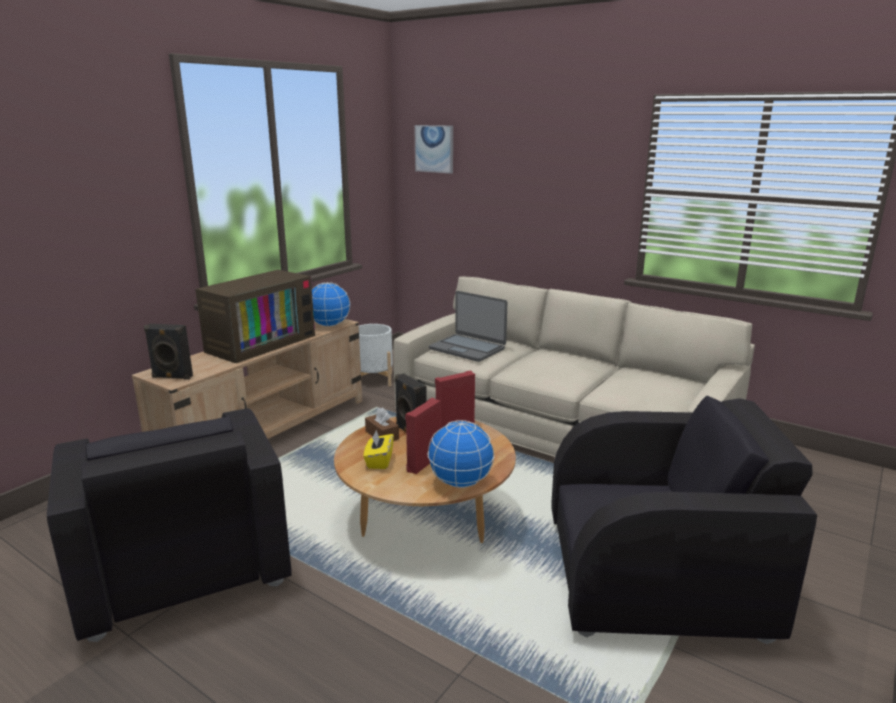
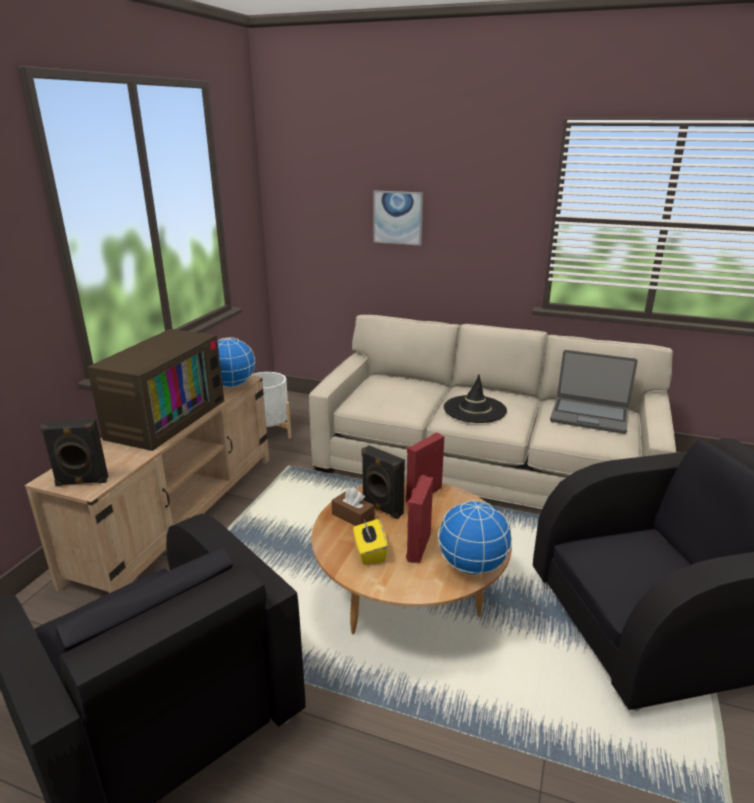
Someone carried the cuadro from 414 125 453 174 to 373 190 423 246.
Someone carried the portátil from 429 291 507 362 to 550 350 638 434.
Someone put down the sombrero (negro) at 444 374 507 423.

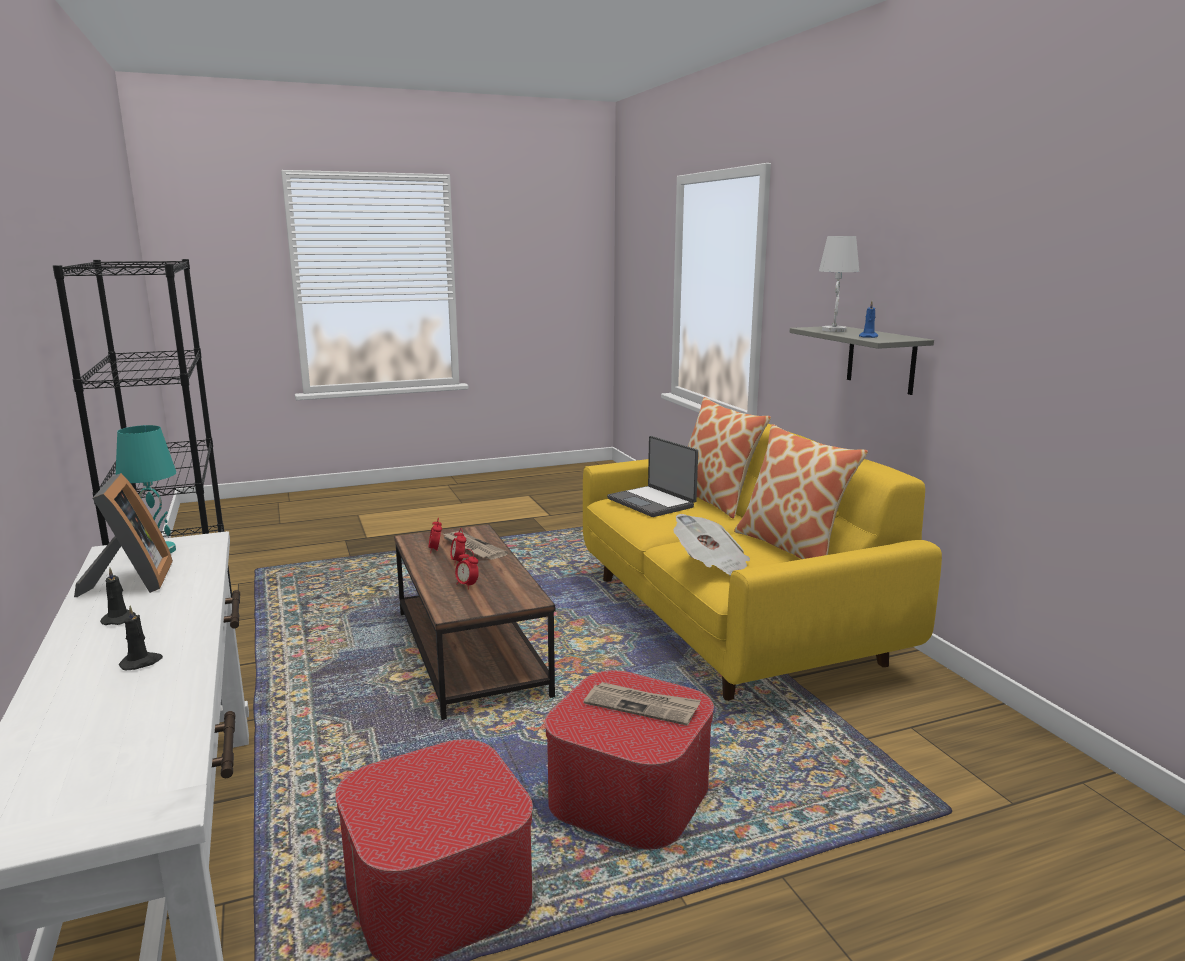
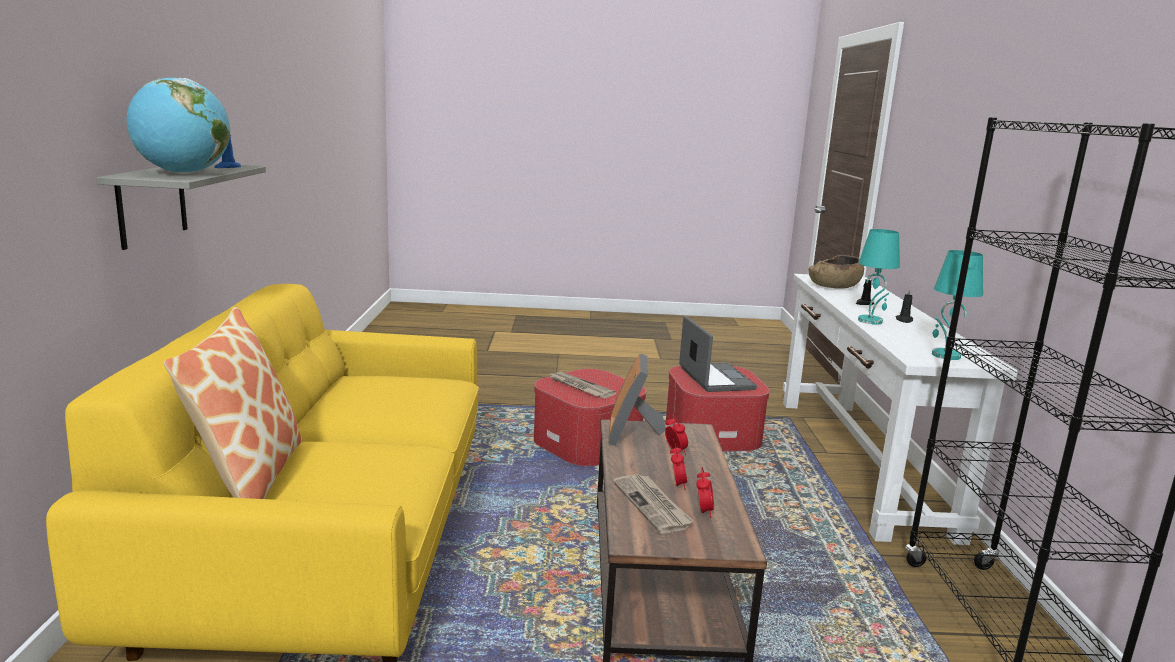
Someone carried the portarretratos from 74 473 173 597 to 608 353 666 446.
Someone carried the portátil from 607 436 698 517 to 679 316 757 392.
Someone took away the periódico at 673 514 750 576.
Someone took away the cojín at 734 424 868 559.
Someone swapped the lámpara de mesa (blanco) at 819 236 859 332 for the globo terráqueo at 127 78 230 174.
Someone put down the cuenco (marrón) at 808 255 864 288.
Someone put down the lámpara de mesa (turquesa) at 858 229 900 325.

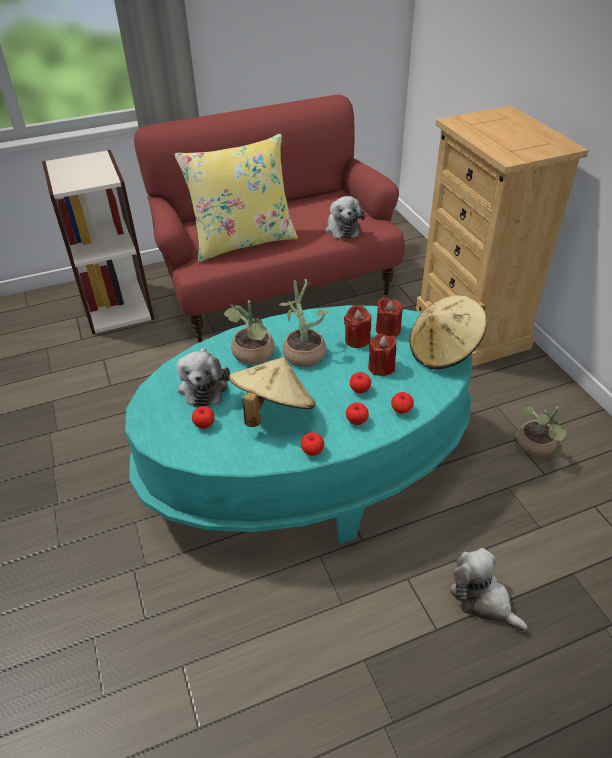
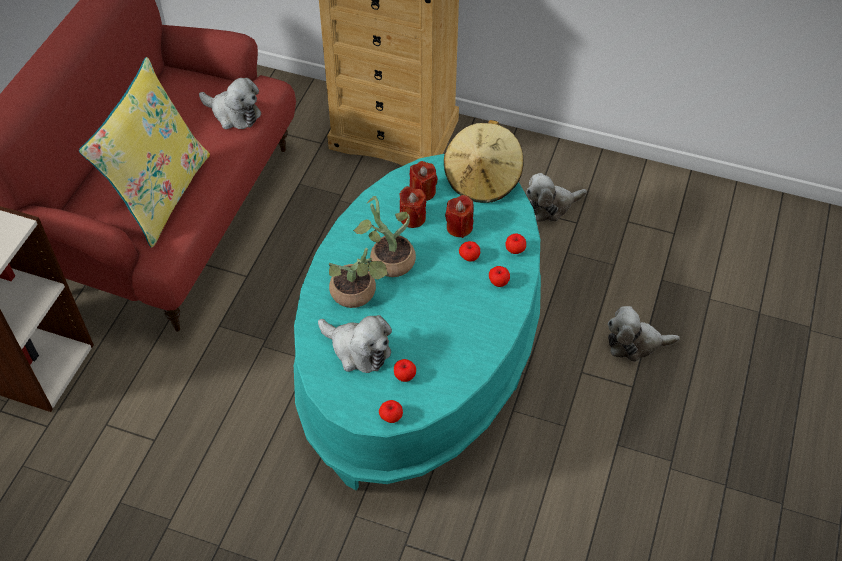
Someone took away the sombrero (beis) at 228 357 316 427.
Someone carried the manzana from 301 432 324 456 to 379 400 403 423.
Someone swapped the planta en maceta at 517 403 566 456 for the peluche at 526 173 587 222.

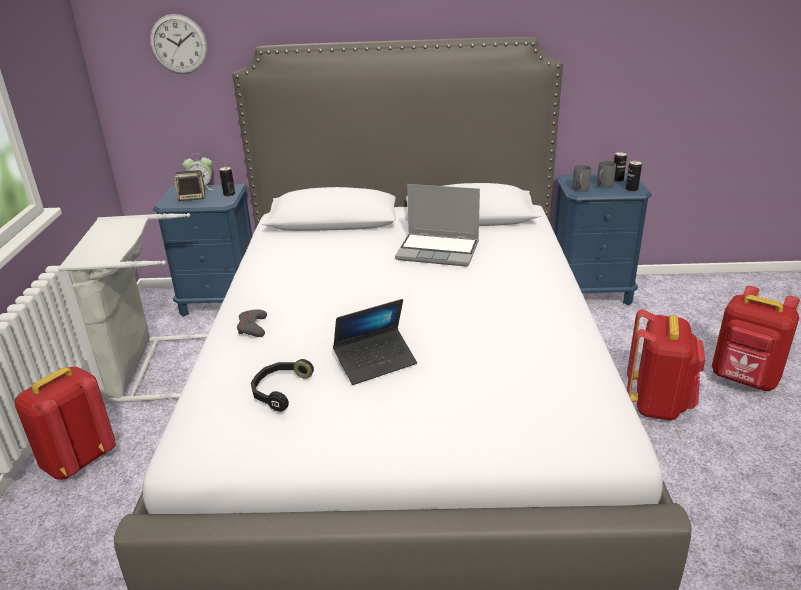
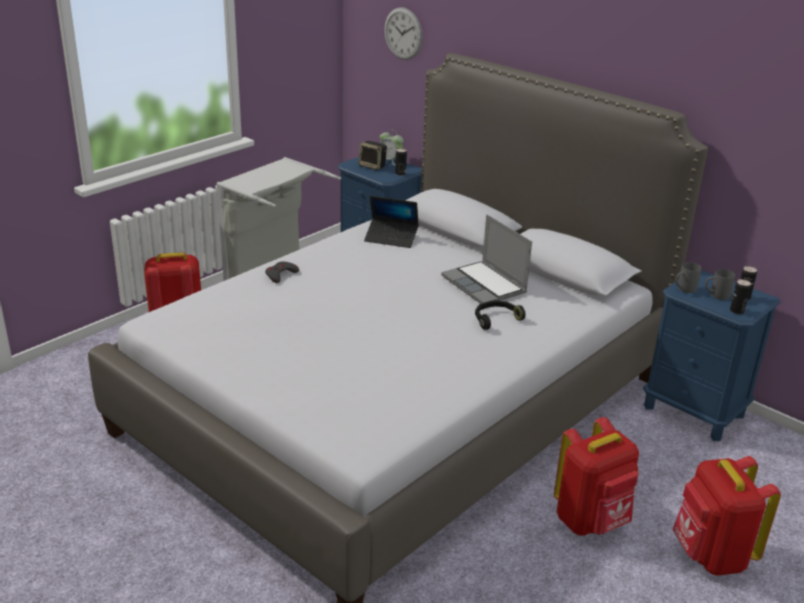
Someone carried the auriculares (negro) from 251 359 314 412 to 475 300 526 330.
Someone carried the portátil from 333 299 417 385 to 364 196 419 248.

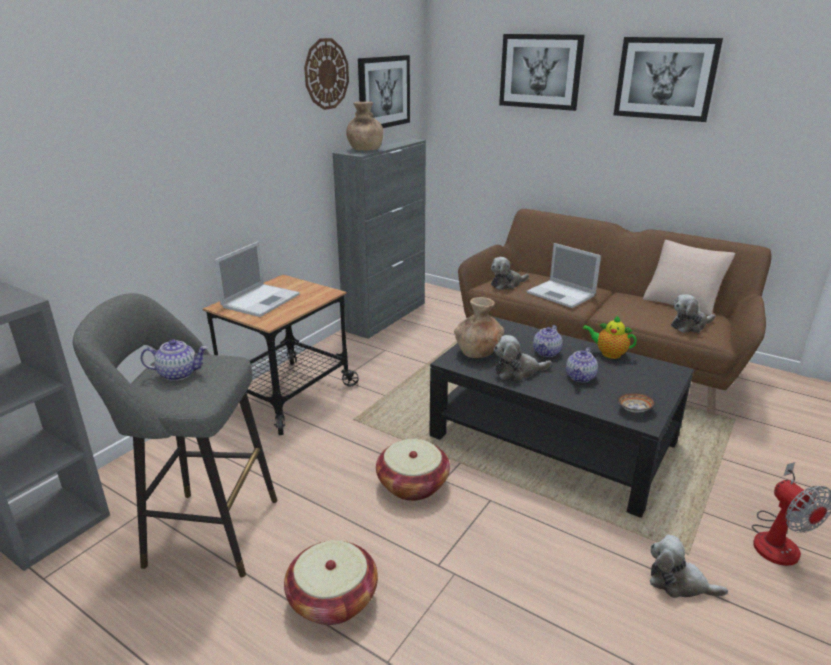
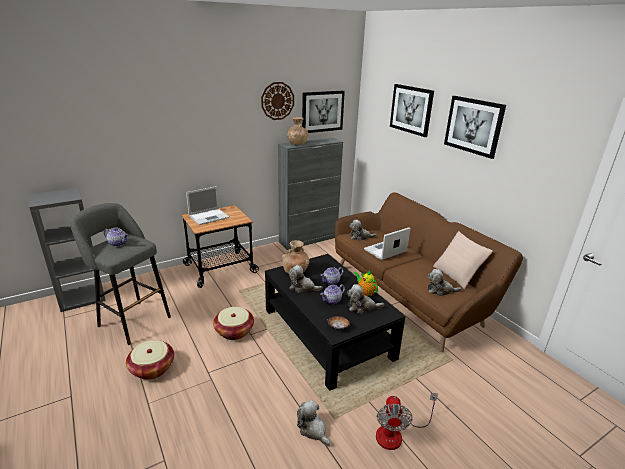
Someone rotated the portátil at 527 243 601 308 by 75 degrees clockwise.
Someone put down the peluche at 347 284 384 314.

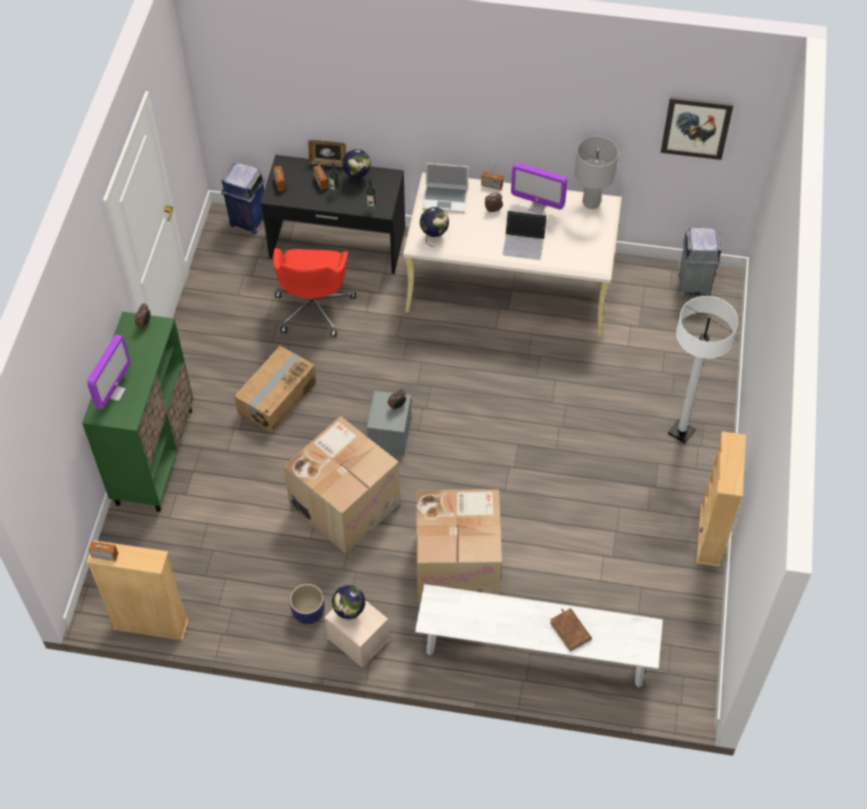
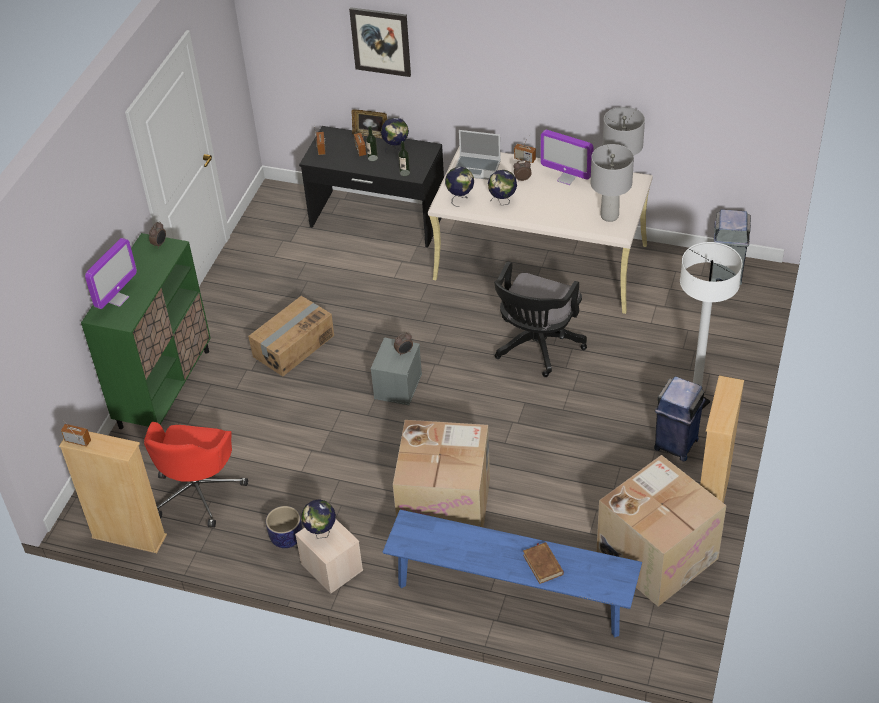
Someone carried the papelera (azul) from 221 162 265 234 to 654 376 705 461.
Someone carried the silla de oficina (rojo) from 273 248 356 337 to 144 422 248 528.
Someone carried the caja de cartón from 284 416 400 554 to 596 455 726 607.
Someone repainted the banco (blanco) at 415 584 663 688, which became the banco (azul) at 383 510 642 637.
Someone took away the portátil at 502 210 547 260.
Someone carried the cuadro from 661 96 733 160 to 349 7 411 77.
Someone put down the globo terráqueo at 488 170 517 206.
Someone put down the silla de oficina (negro) at 494 261 587 377.
Someone put down the lámpara de mesa (gris) at 591 144 634 222.

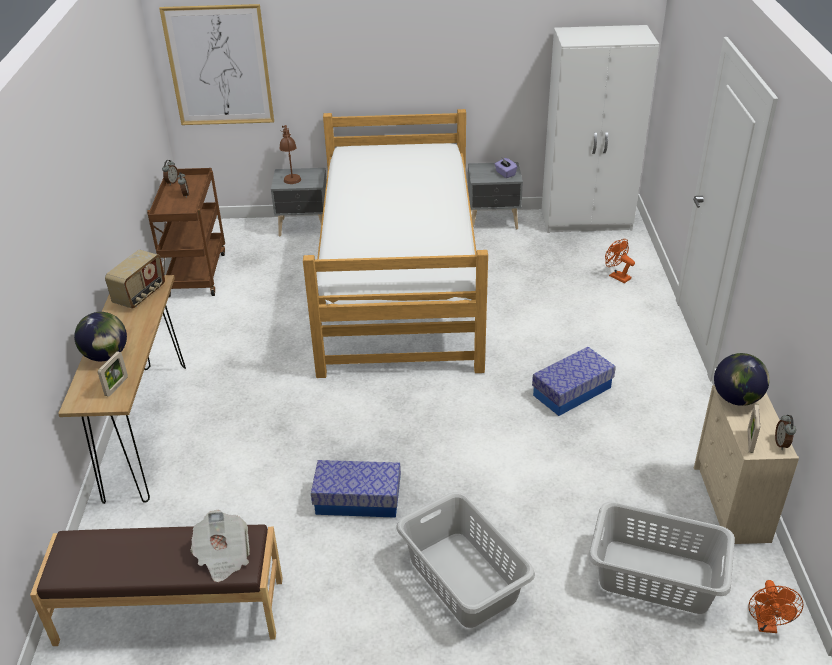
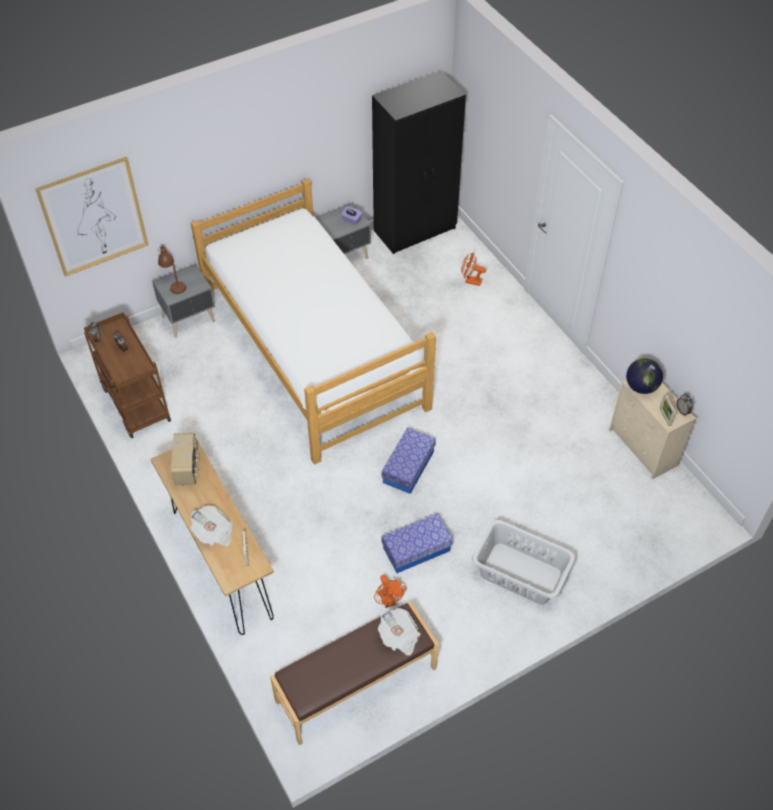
Someone swapped the globo terráqueo at 74 312 127 361 for the periódico at 191 505 233 546.
Someone carried the caja de almacenaje from 532 347 616 416 to 381 428 436 494.
Someone repainted the armario ropero (blanco) at 542 25 659 233, which became the armario ropero (negro) at 372 71 466 254.
Someone took away the cesto de la ropa (gris) at 589 502 735 614.
Someone carried the ventilador (naranja) from 748 580 803 633 to 374 575 406 608.

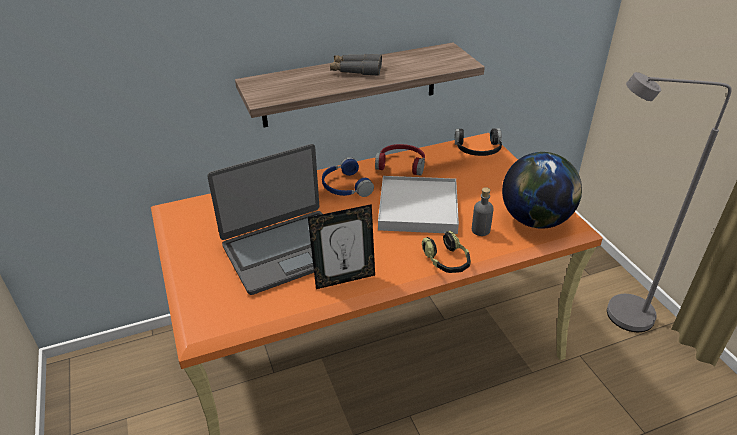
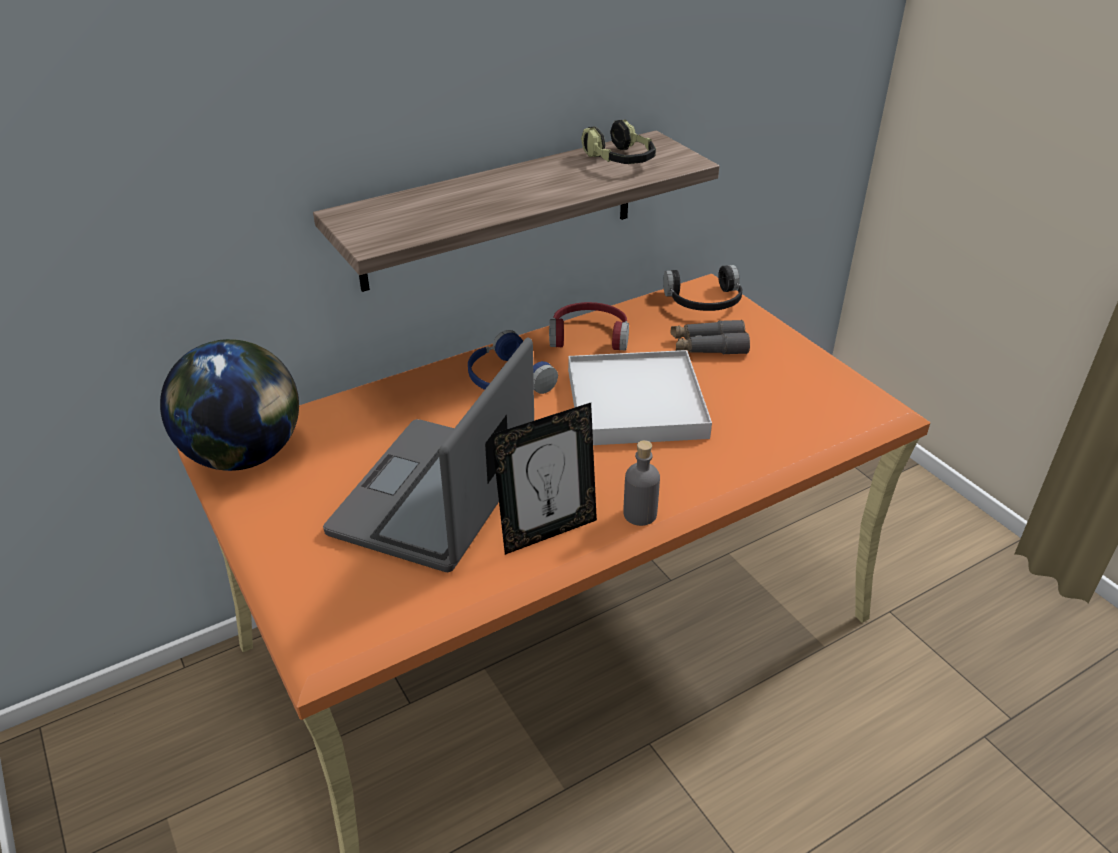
Someone rotated the portátil at 207 144 322 295 by 150 degrees clockwise.
Someone carried the prismáticos (gris) from 330 54 382 76 to 671 320 750 354.
Someone carried the auriculares from 422 231 471 273 to 581 120 656 164.
Someone carried the botella (gris) from 472 187 494 236 to 624 440 660 526.
Someone carried the globo terráqueo from 502 152 582 229 to 160 339 299 471.
Someone took away the lámpara de pie (gris) at 607 72 732 332.

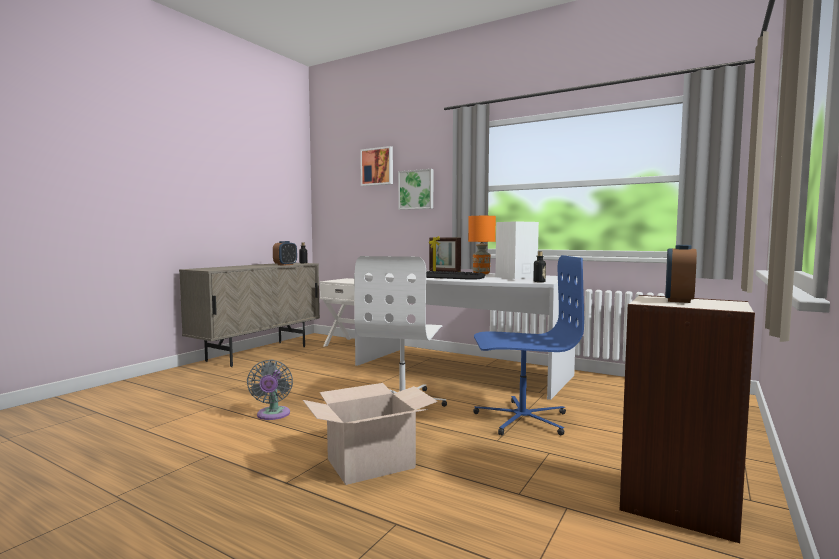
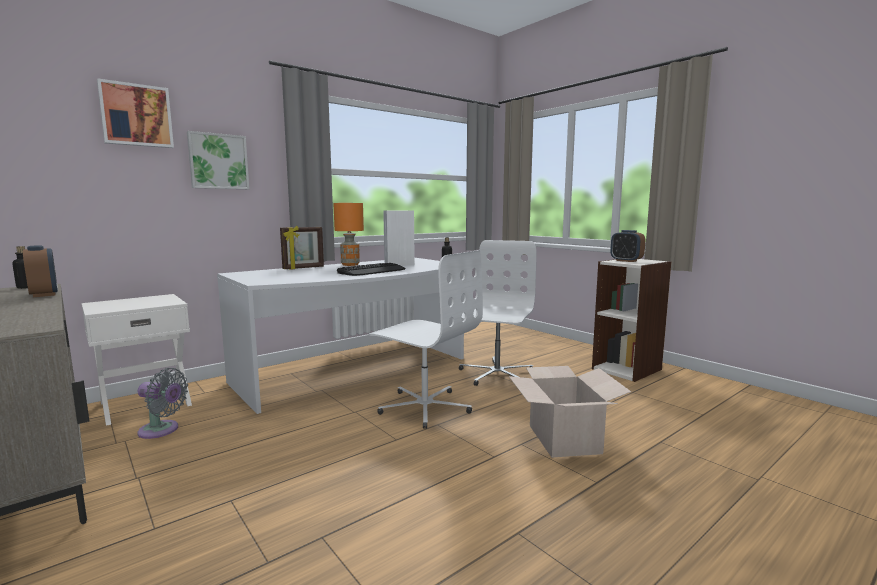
Someone carried the ventilador (gris) from 247 360 293 420 to 137 368 188 439.
Someone repainted the silla de oficina (azul) at 473 255 584 436, which became the silla de oficina (blanco) at 459 240 537 386.

